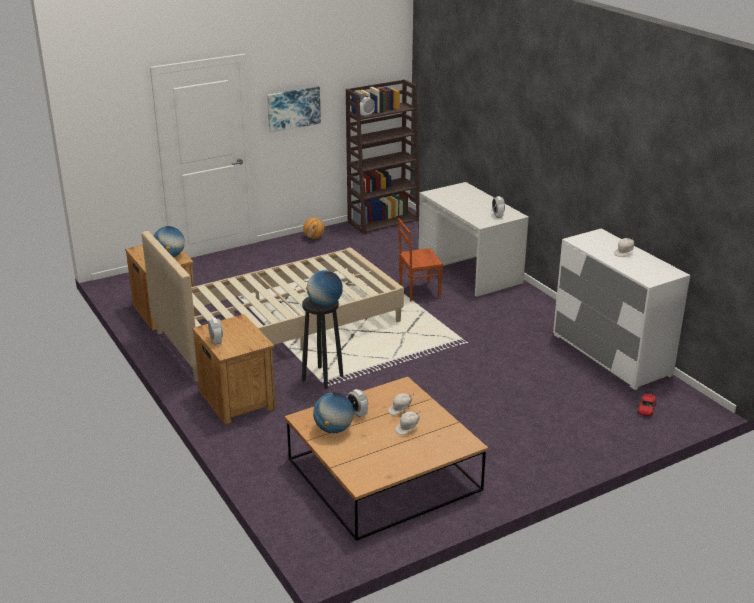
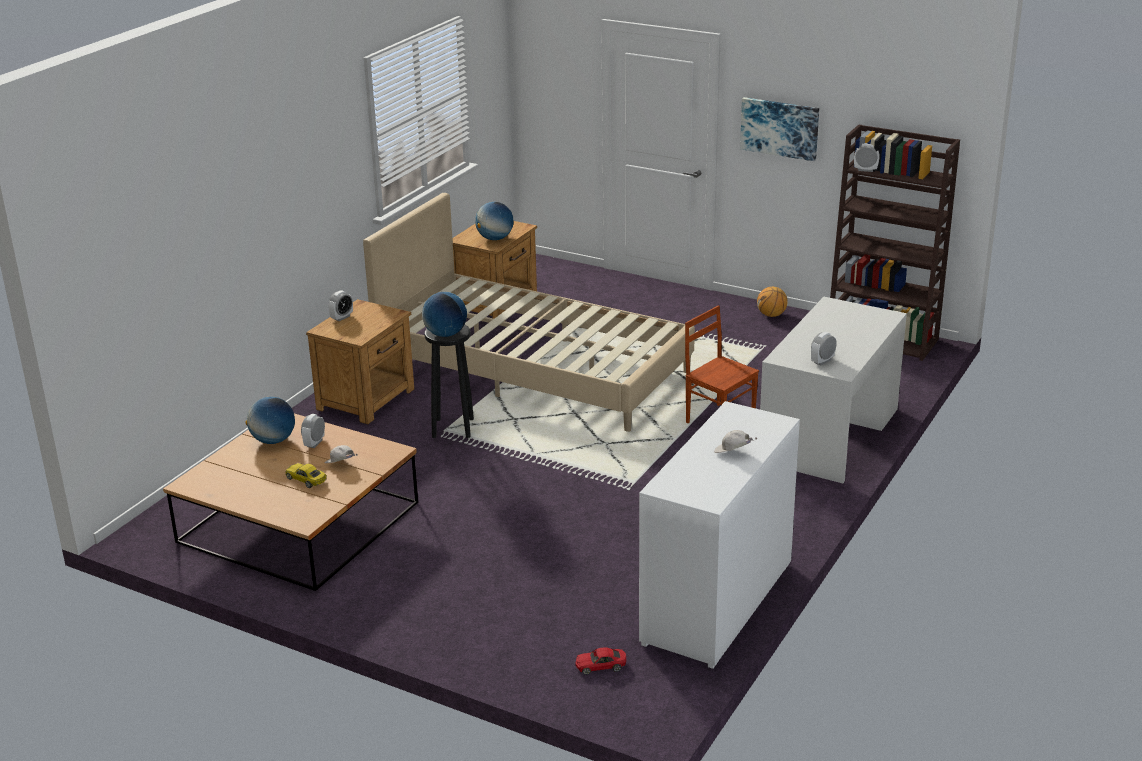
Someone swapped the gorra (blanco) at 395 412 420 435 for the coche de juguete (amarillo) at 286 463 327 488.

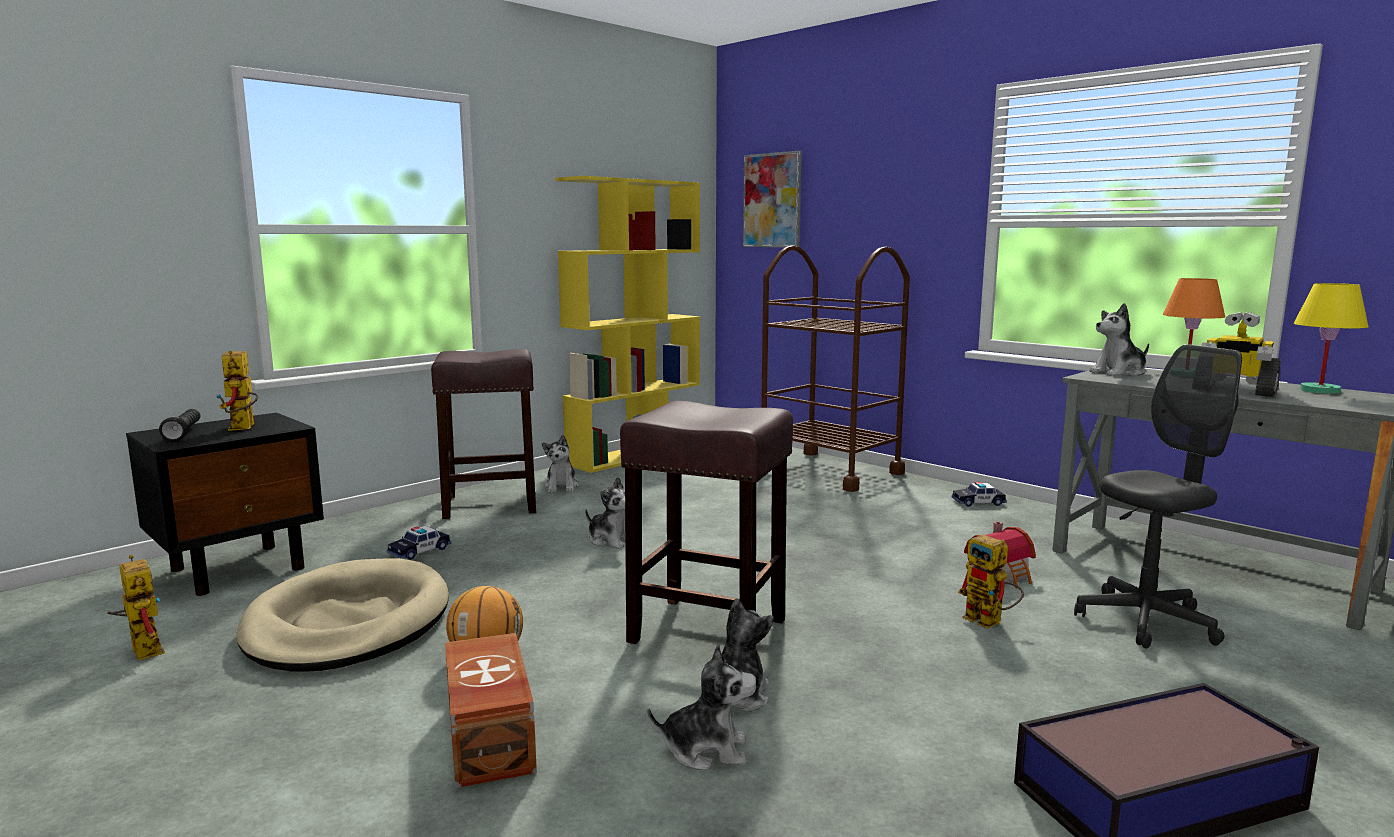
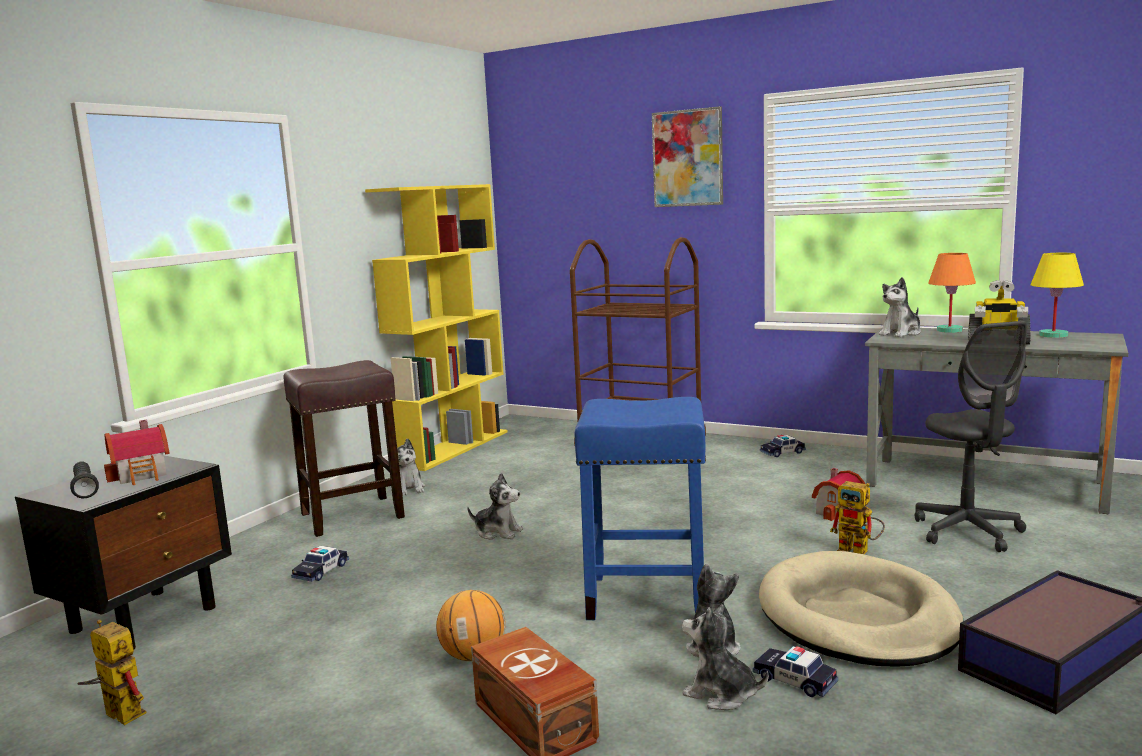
Someone swapped the robot de juguete at 216 350 258 431 for the casita at 104 420 170 485.
Someone carried the cama para perro (beis) from 237 558 449 671 to 759 551 963 667.
Someone repainted the taburete (marrón) at 620 401 793 644, which became the taburete (azul) at 575 397 706 620.
Someone rotated the peluche at 648 644 757 771 by 135 degrees counterclockwise.
Someone carried the cuadro from 743 151 802 247 to 652 106 723 207.
Someone rotated the silla de oficina (gris) at 1074 344 1242 648 by 120 degrees clockwise.
Someone put down the coche de juguete at 753 646 838 697.

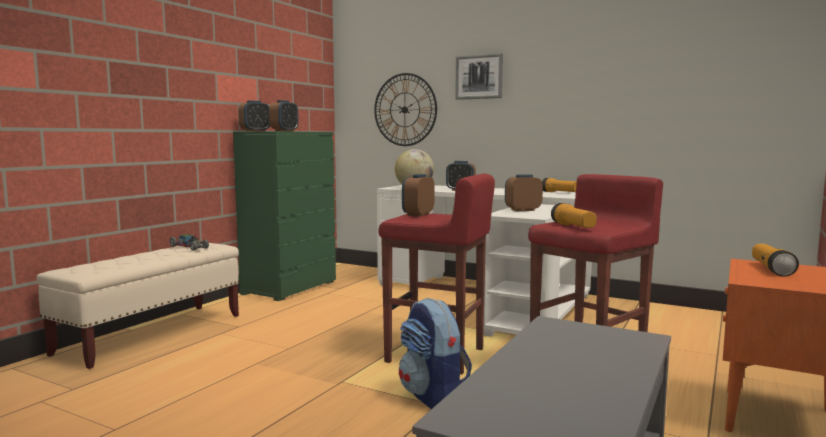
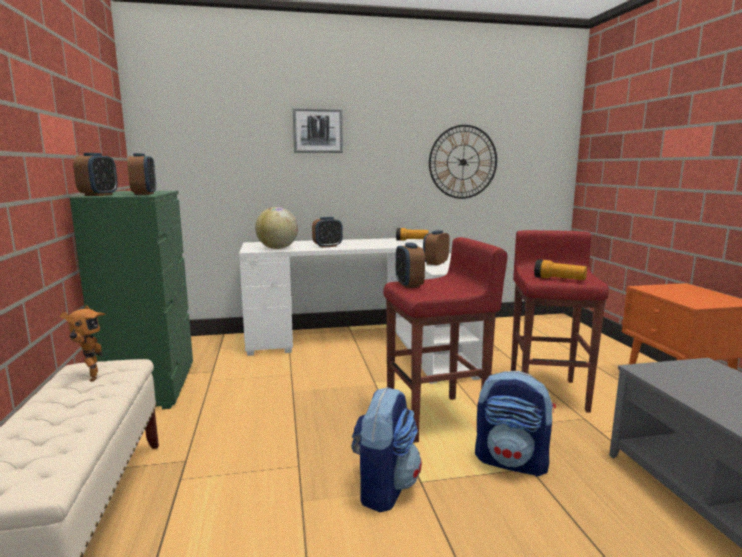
Someone swapped the coche de juguete at 169 234 209 251 for the robot de juguete at 60 305 106 382.
Someone carried the reloj de pared from 374 73 437 146 to 429 125 497 199.
Someone took away the linterna at 752 244 799 277.
Someone put down the mochila at 352 387 422 512.

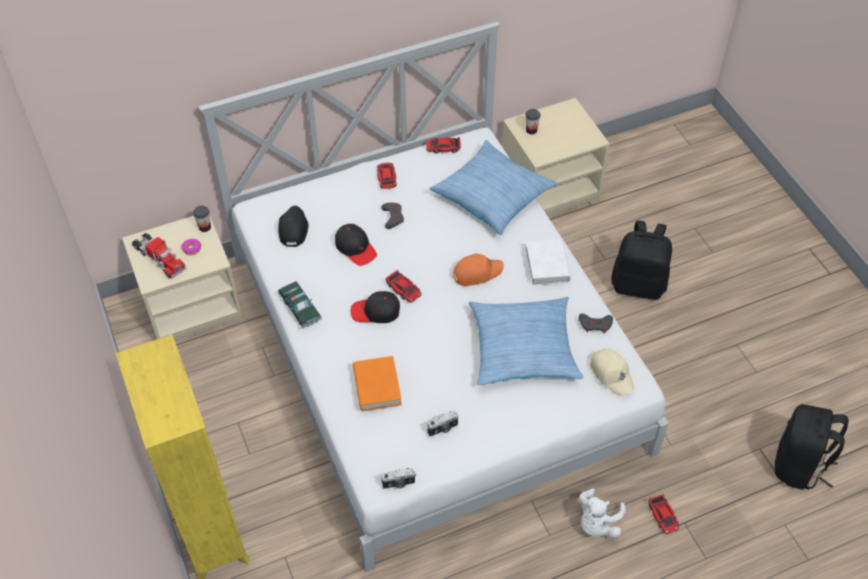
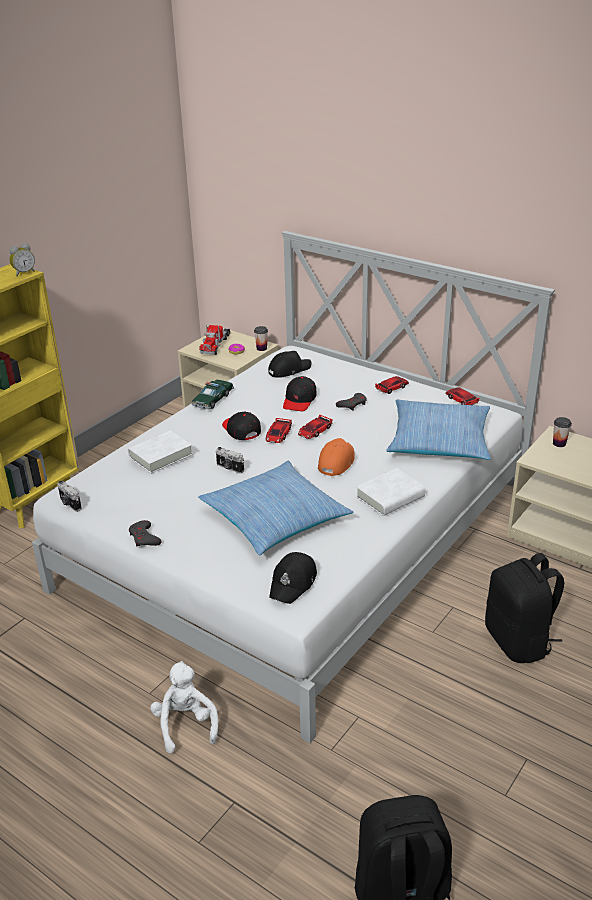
Someone repainted the libro (naranja) at 353 356 402 411, which became the libro (blanco) at 128 430 193 474.
Someone carried the cámara from 427 411 459 437 to 216 447 244 474.
Someone rotated the gorra (naranja) at 453 253 504 286 by 105 degrees counterclockwise.
Someone carried the mando de consola (gris) from 579 314 613 333 to 129 520 161 547.
Someone rotated the peluche (blanco) at 579 488 626 538 by 75 degrees clockwise.
Someone repainted the gorra (beis) at 590 349 634 396, which became the gorra (negro) at 269 552 317 604.
Someone carried the coche de juguete from 648 494 679 534 to 298 415 333 439.
Someone put down the despertador at 9 243 35 276.

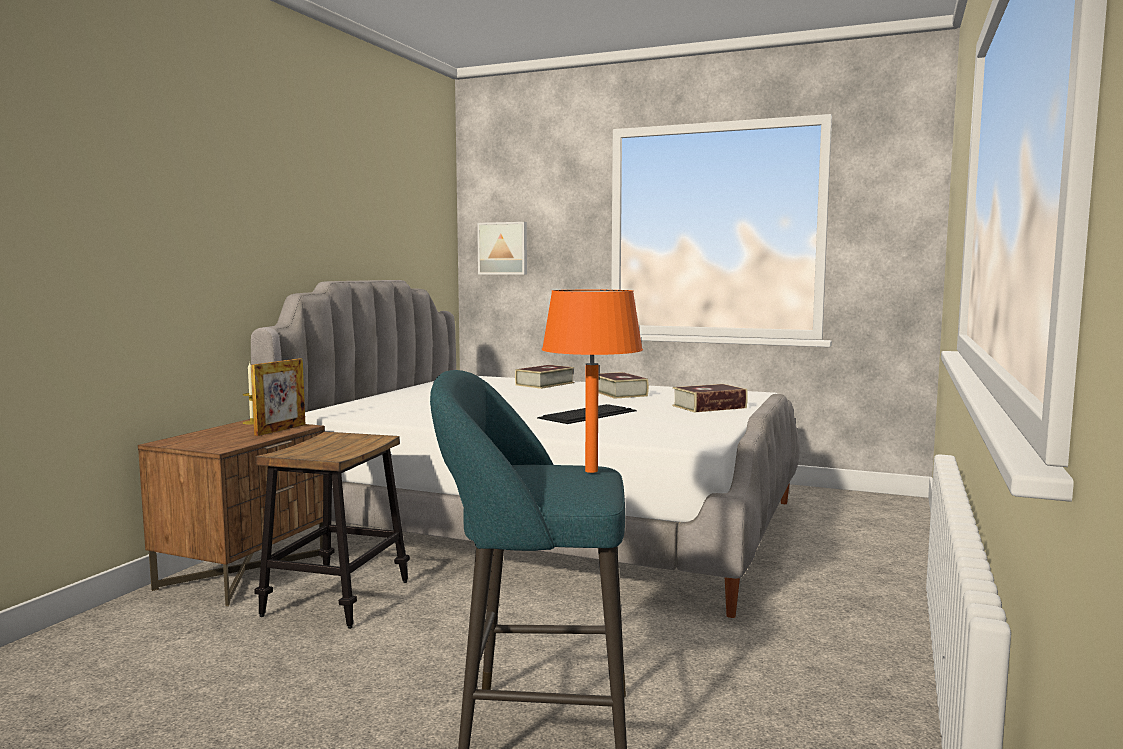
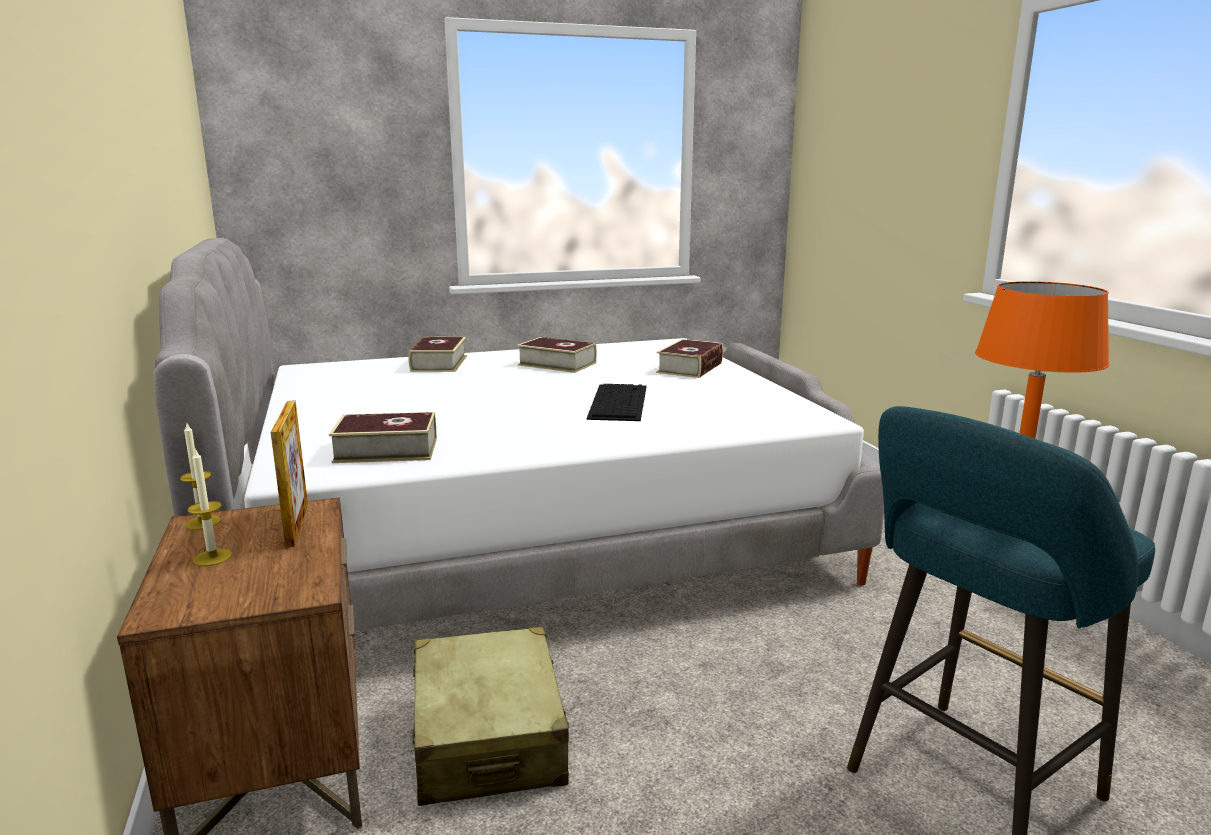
Someone swapped the taburete at 254 432 410 629 for the maleta (beis) at 413 627 569 806.
Someone took away the cuadro at 477 222 527 275.
Someone put down the vela at 188 449 232 566.
Someone put down the libro at 329 412 437 463.

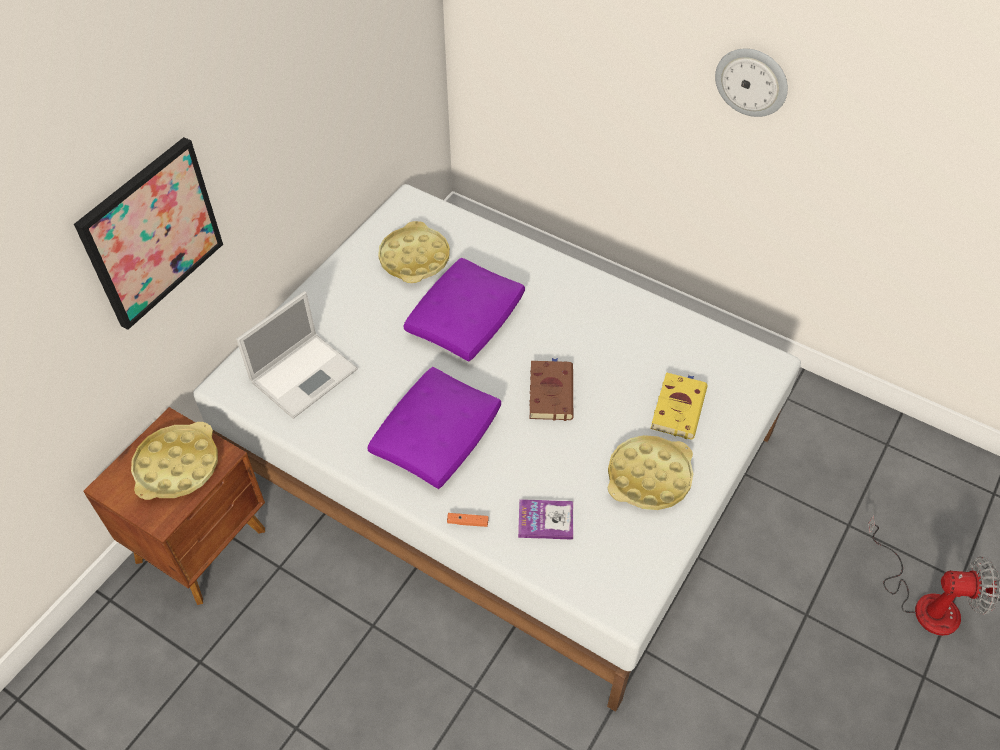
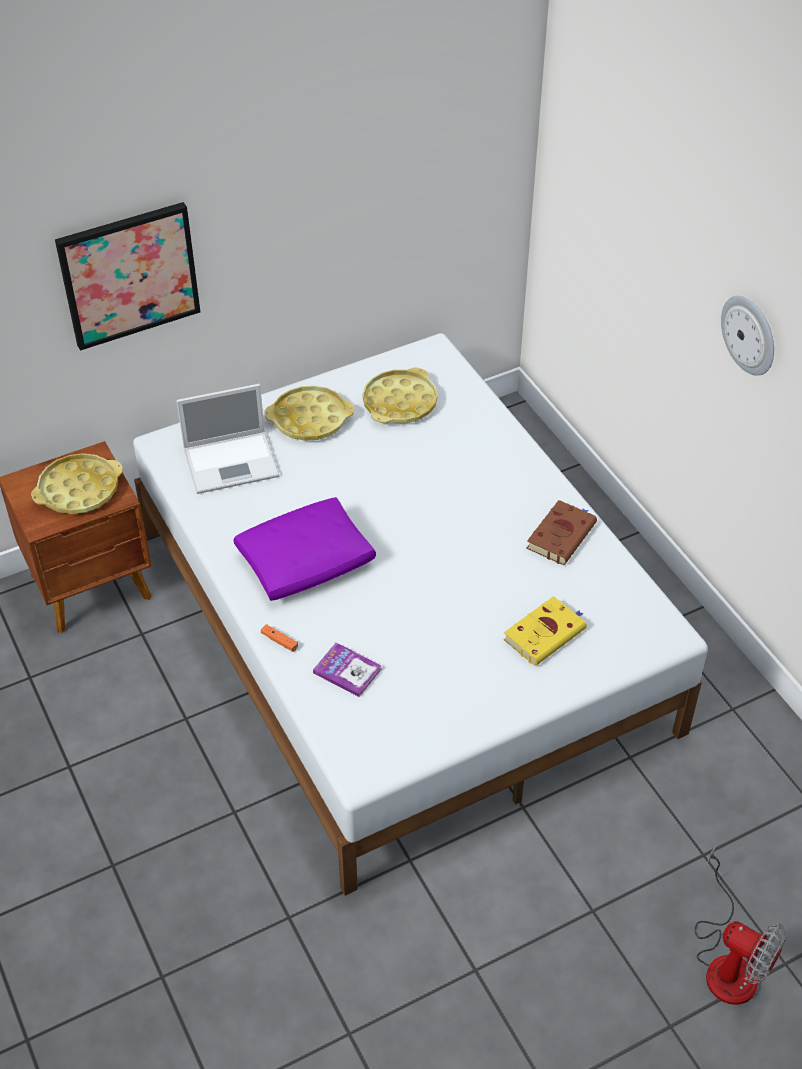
Someone took away the cojín (morado) at 404 258 525 361.
Someone carried the libro (marrón) from 529 358 573 421 to 526 500 597 565.
Someone carried the bandeja (amarillo) from 608 435 693 510 to 265 385 354 441.

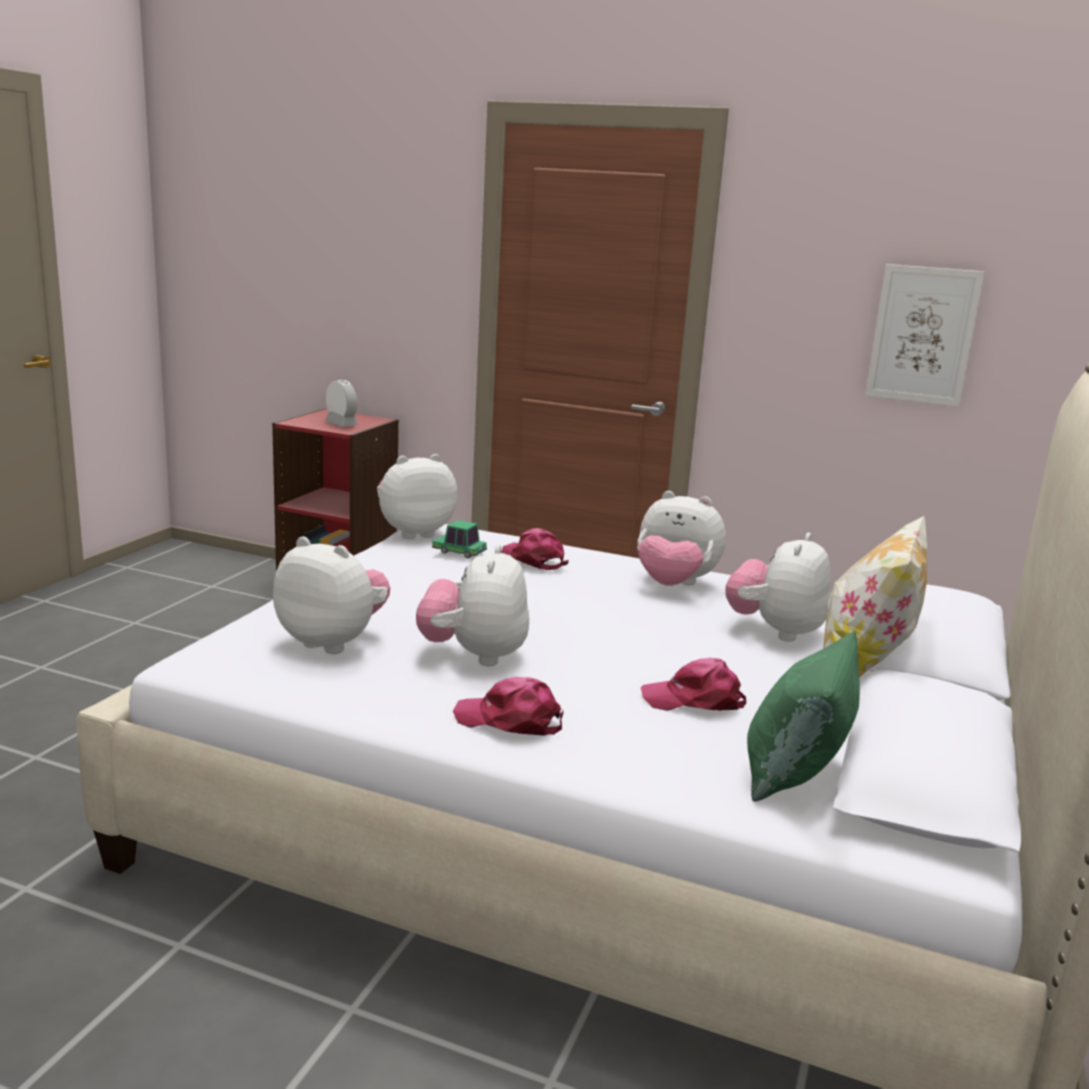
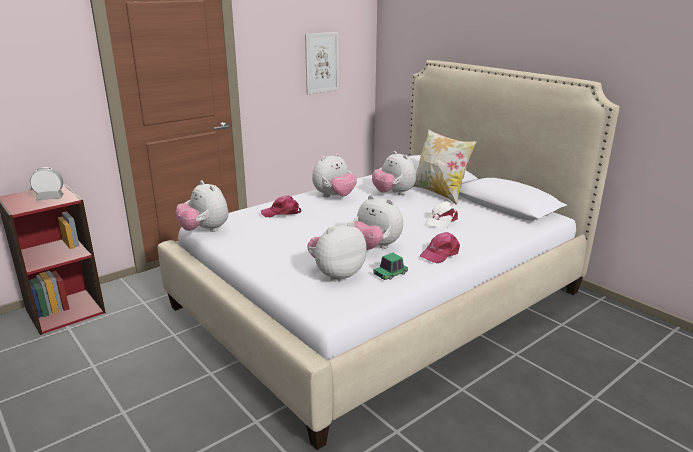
Someone rotated the peluche at 377 454 457 539 by 45 degrees counterclockwise.
Someone carried the coche de juguete from 432 520 487 558 to 373 253 408 280.
Someone repainted the gorra (rosa) at 641 658 746 711, which became the gorra (blanco) at 425 201 458 229.
Someone took away the cojín (verde) at 747 631 860 802.

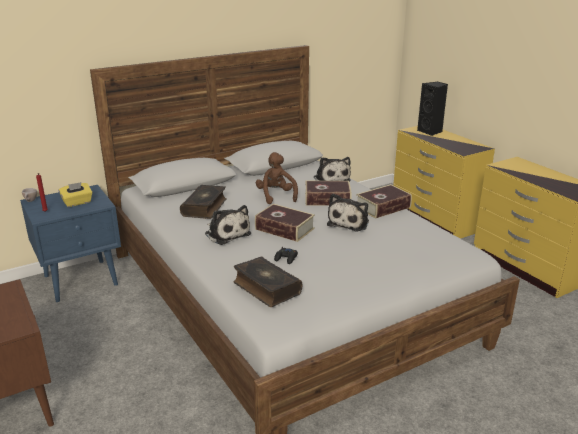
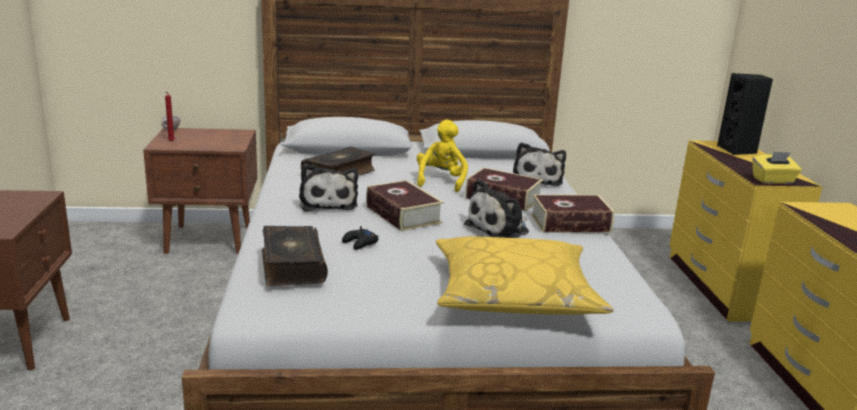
Someone repainted the mesita de noche (azul) at 20 185 121 302, which became the mesita de noche (marrón) at 143 128 257 254.
Someone carried the caja de pañuelos (amarillo) from 58 182 93 207 to 752 152 802 184.
Someone repainted the peluche (marrón) at 256 152 298 204, which became the peluche (amarillo) at 417 120 468 192.
Someone put down the cojín (amarillo) at 436 237 614 315.

